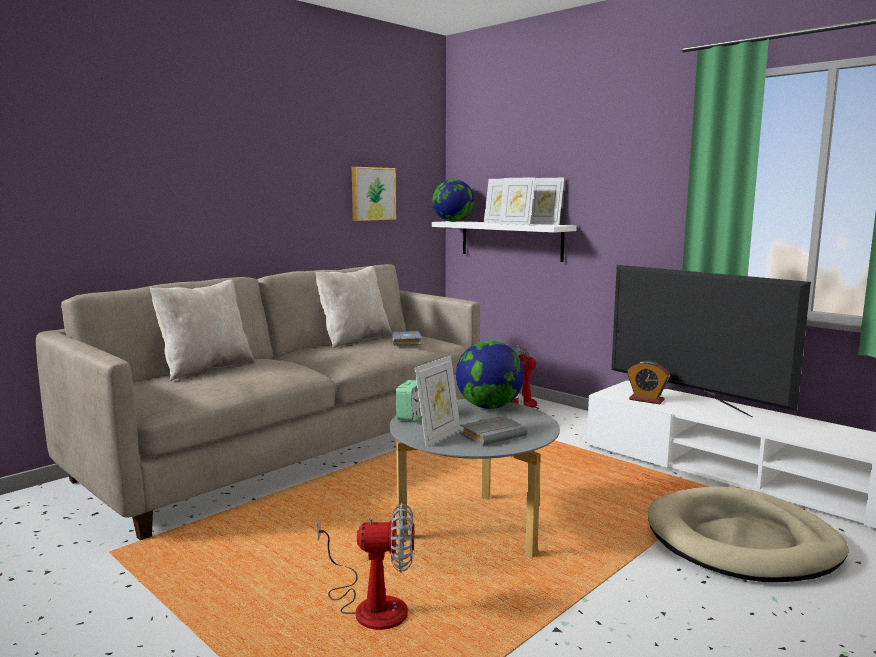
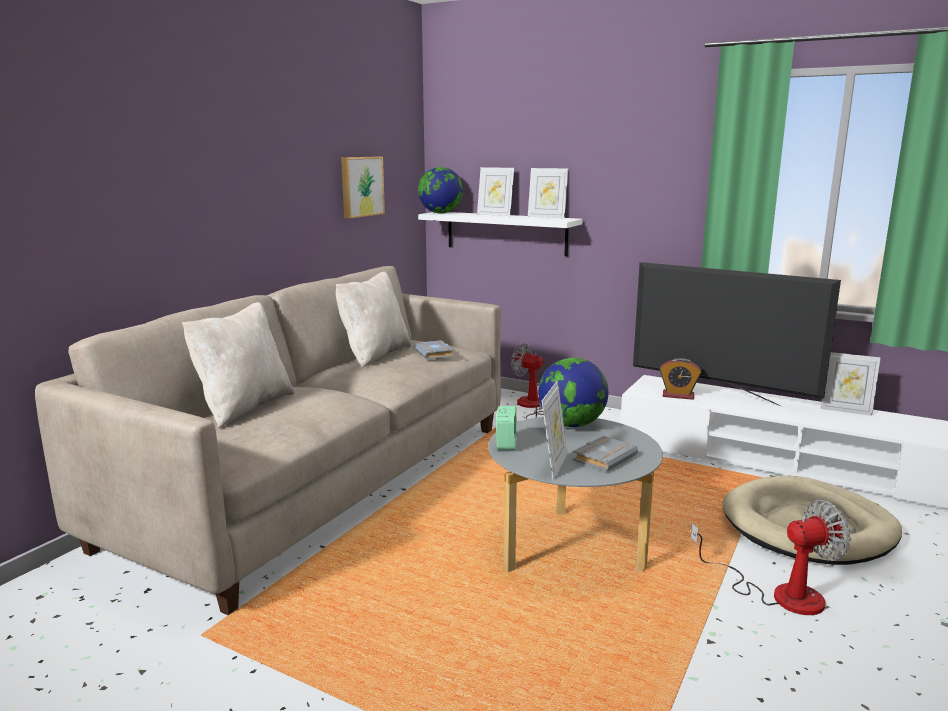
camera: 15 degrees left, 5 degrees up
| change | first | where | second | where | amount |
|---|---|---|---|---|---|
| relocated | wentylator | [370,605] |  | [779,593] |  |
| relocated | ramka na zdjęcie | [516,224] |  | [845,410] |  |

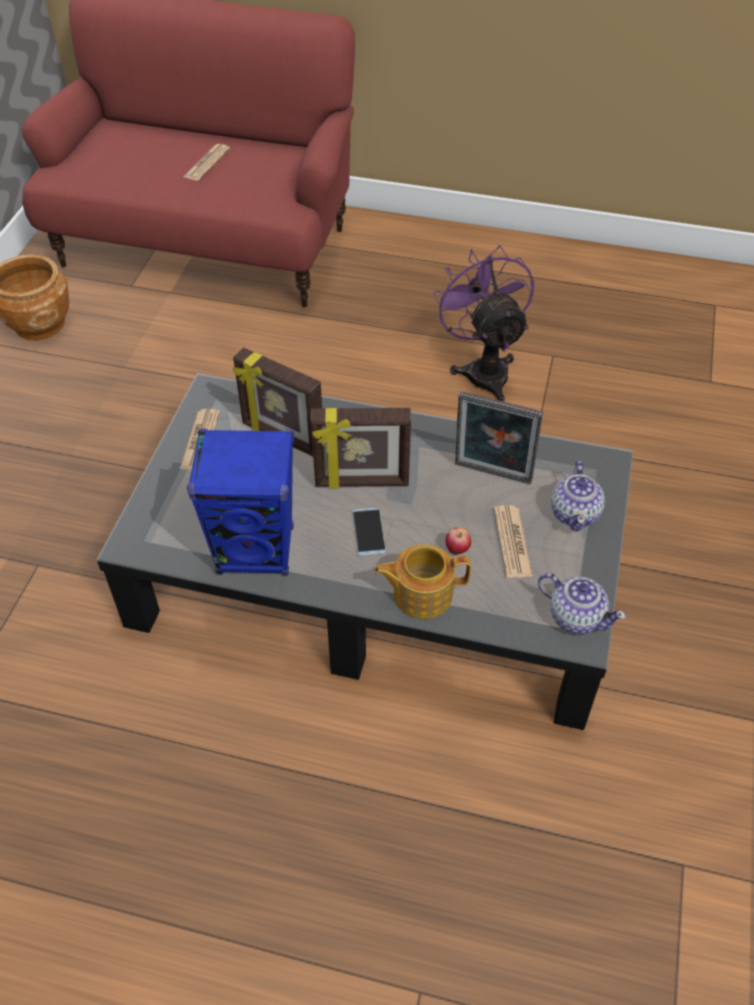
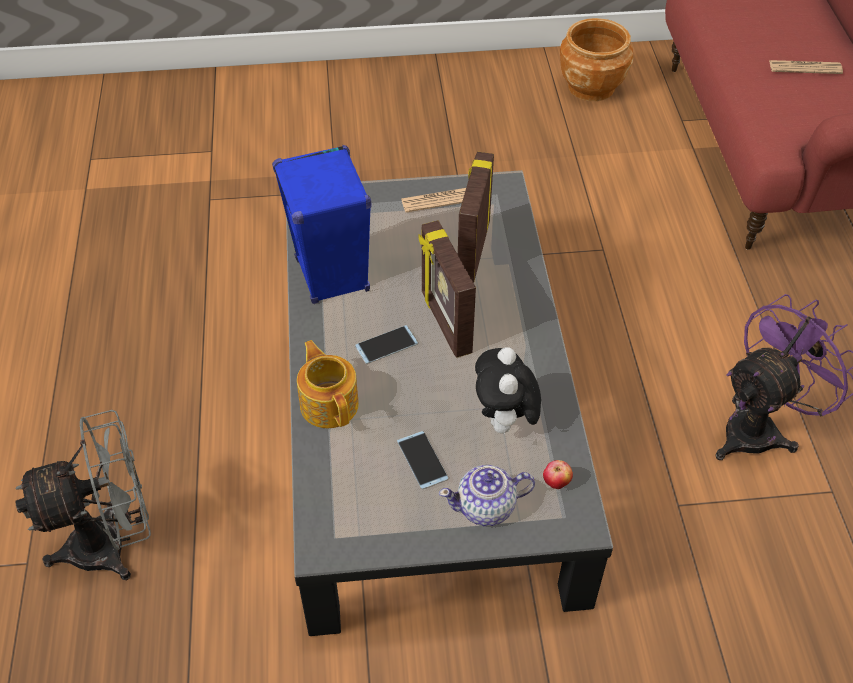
camera: 70 degrees right, 0 degrees up
| change | first | where | second | where | amount |
|---|---|---|---|---|---|
| relocated | jabłko | [457,550] |  | [556,483] |  |
| exchanged | ramka na zdjęcie | [491,475] | pluszak | [504,422] |  |
| exchanged | gazeta | [512,542] | telefon | [422,460] |  |
| missing | imbryk | [575,616] |  |  |  |
| appeared |  |  | wentylator (szary) | [113,544] |  |

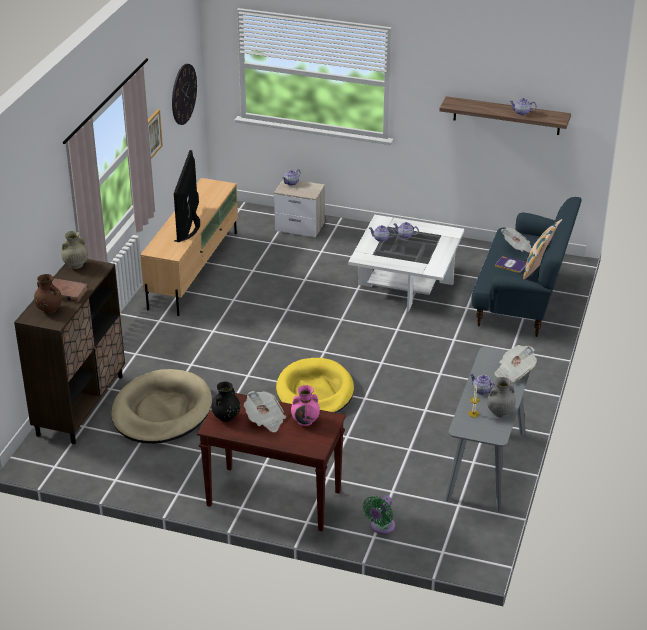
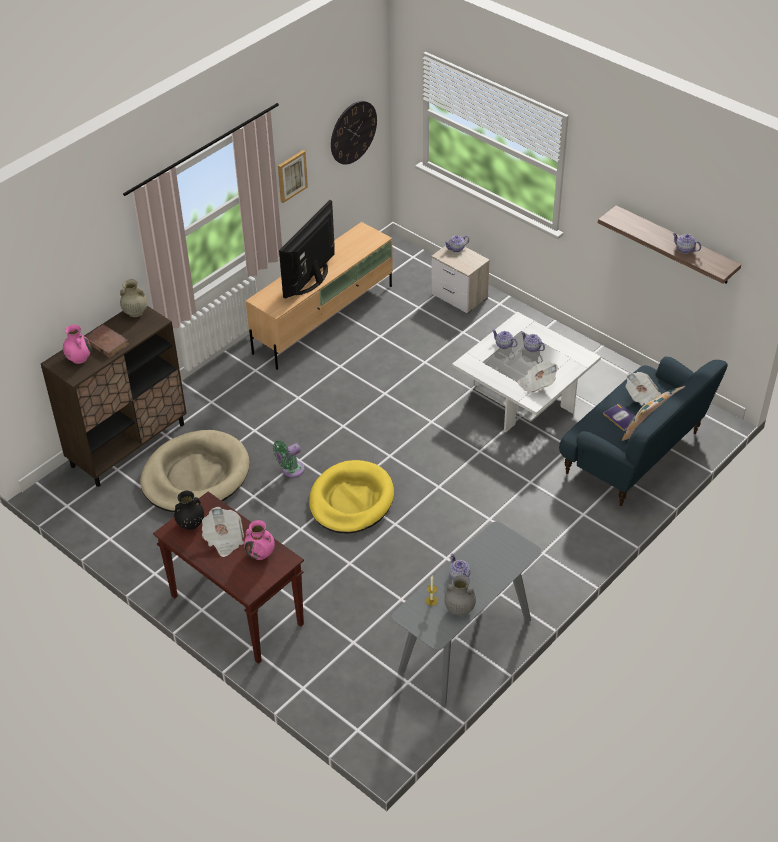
camera: 25 degrees right, 10 degrees up
| change | first | where | second | where | amount |
|---|---|---|---|---|---|
| colour | wazon (brązowy) | [49,309] | wazon (różowy) | [79,358] |  |
| relocated | wentylator (zielony) | [381,527] |  | [290,470] |  |
| relocated | gazeta | [514,372] |  | [537,384] |  |

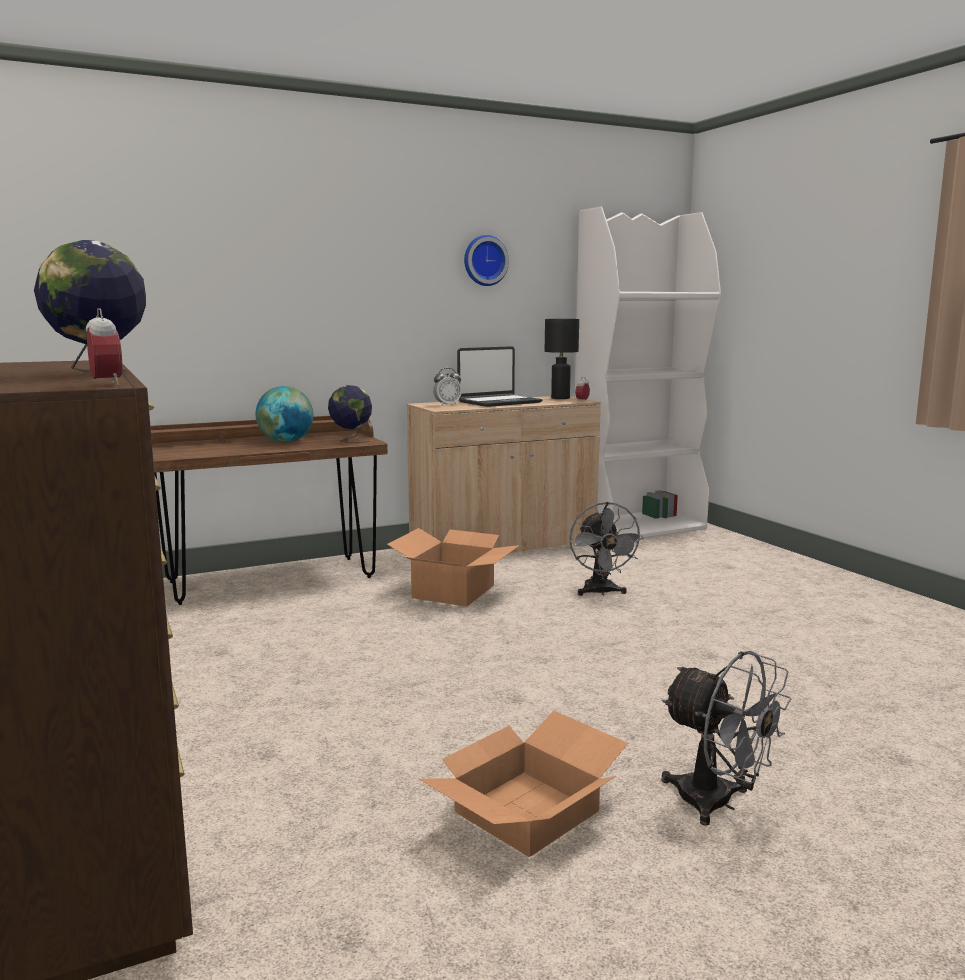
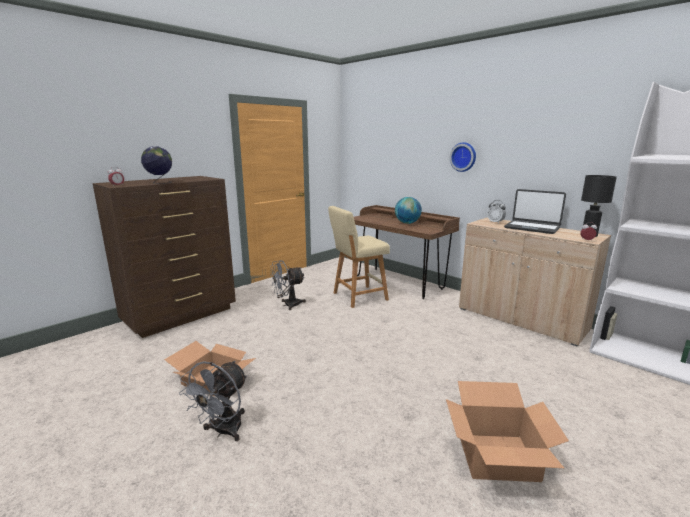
camera: 70 degrees right, 5 degrees up
| change | first | where | second | where | amount |
|---|---|---|---|---|---|
| missing | globus | [351,440] |  |  |  |
| relocated | karton | [454,592] |  | [498,457] |  |
| relocated | zegar ścienny | [484,260] |  | [463,157] |  |
| relocated | wentylator (szary) | [601,592] |  | [288,305] |  |
| appeared |  |  | stołek (beżowy) | [357,297] |  |

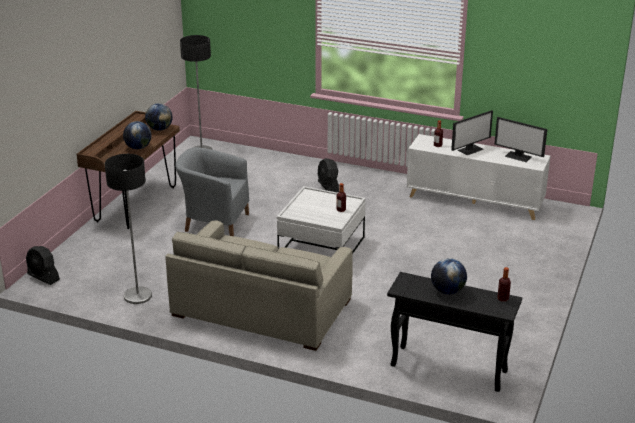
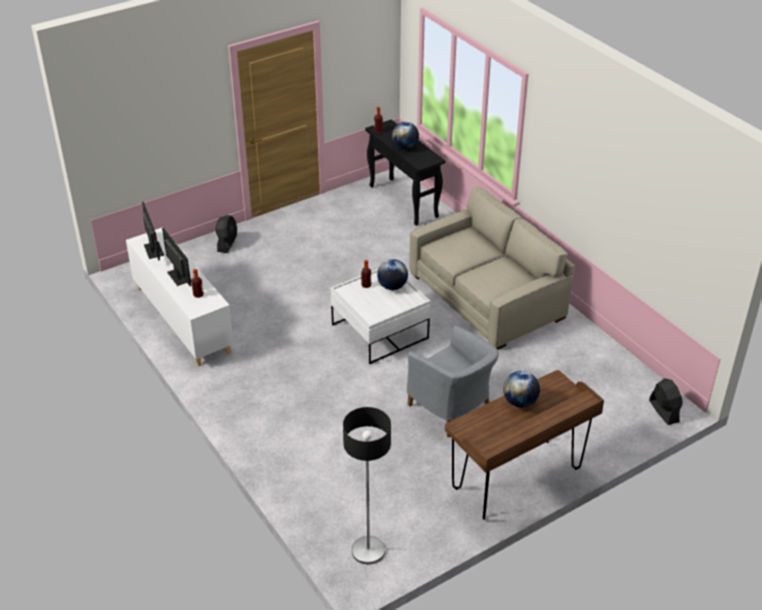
camera: 145 degrees left, 10 degrees up
| change | first | where | second | where | amount |
|---|---|---|---|---|---|
| missing | lampa stojąca | [138,296] |  |  |  |
| relocated | globus | [159,129] |  | [392,286] |  |
| relocated | wentylator (czarny) | [328,186] |  | [227,243] |  |
| spun | monitor | [470,149] |  | [178,276] | 60 degrees clockwise |

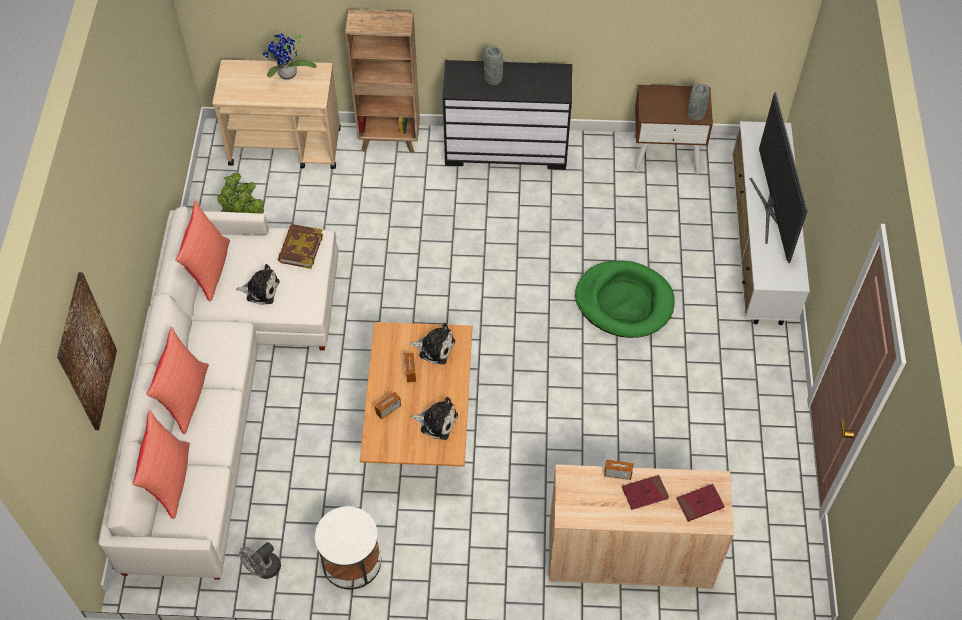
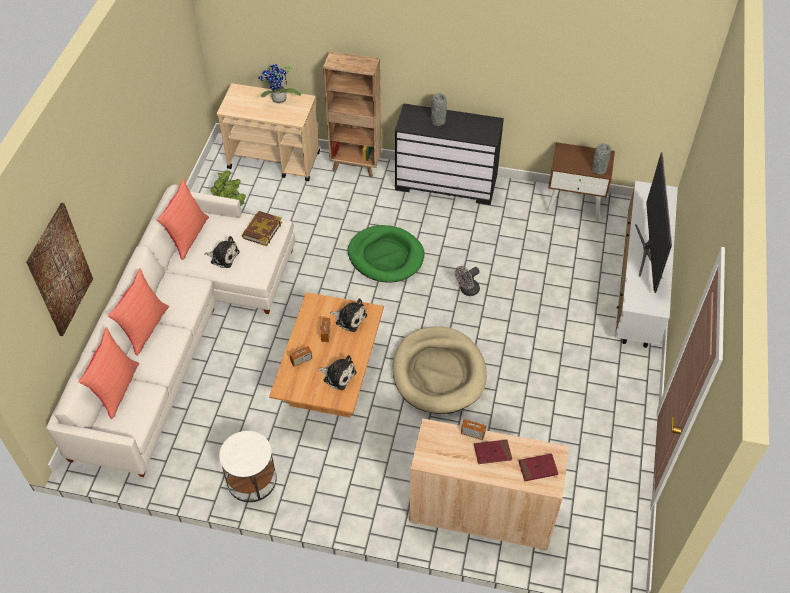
camera: 10 degrees right, 5 degrees down
| change | first | where | second | where | amount |
|---|---|---|---|---|---|
| relocated | wentylator (szary) | [263,569] |  | [467,290] |  |
| relocated | legowisko (zielony) | [624,301] |  | [386,256] |  |
| appeared |  |  | legowisko (beżowy) | [438,372] |  |

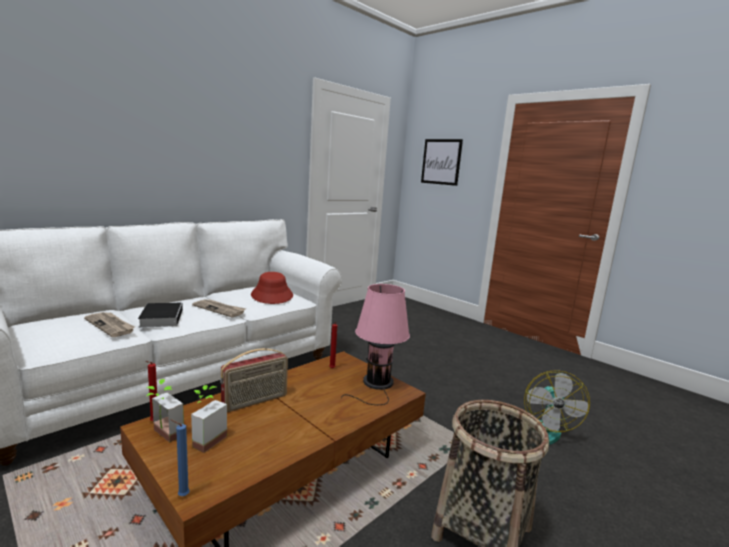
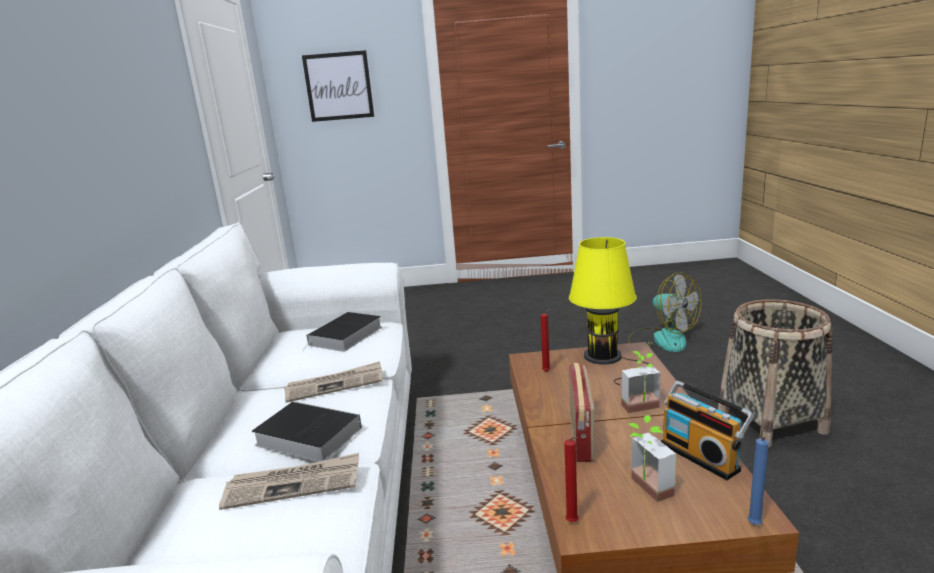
camera: 45 degrees left, 5 degrees up
| change | first | where | second | where | amount |
|---|---|---|---|---|---|
| relocated | roślina doniczkowa | [162,435] |  | [643,409] |  |
| exchanged | kapelusz (czerwony) | [272,295] | książka | [345,337] |  |
| colour | lampa stołowa (różowy) | [377,384] | lampa stołowa (żółty) | [606,358] |  |
| appeared |  |  | radio | [702,456] |  |

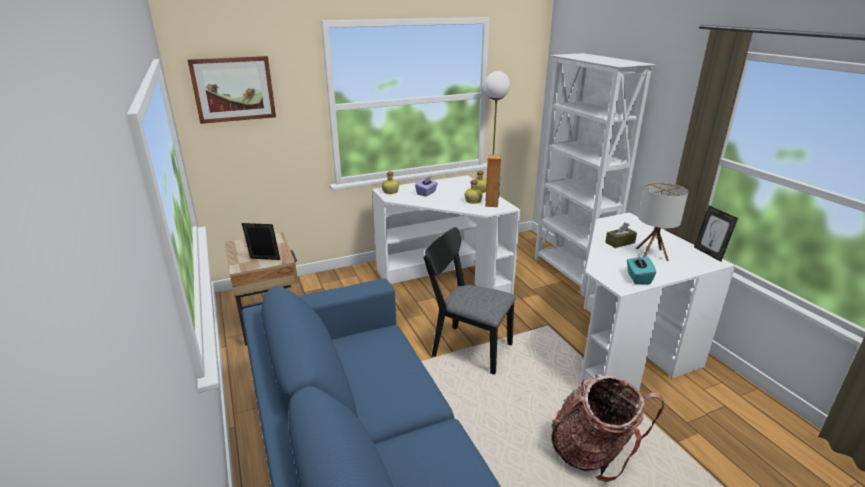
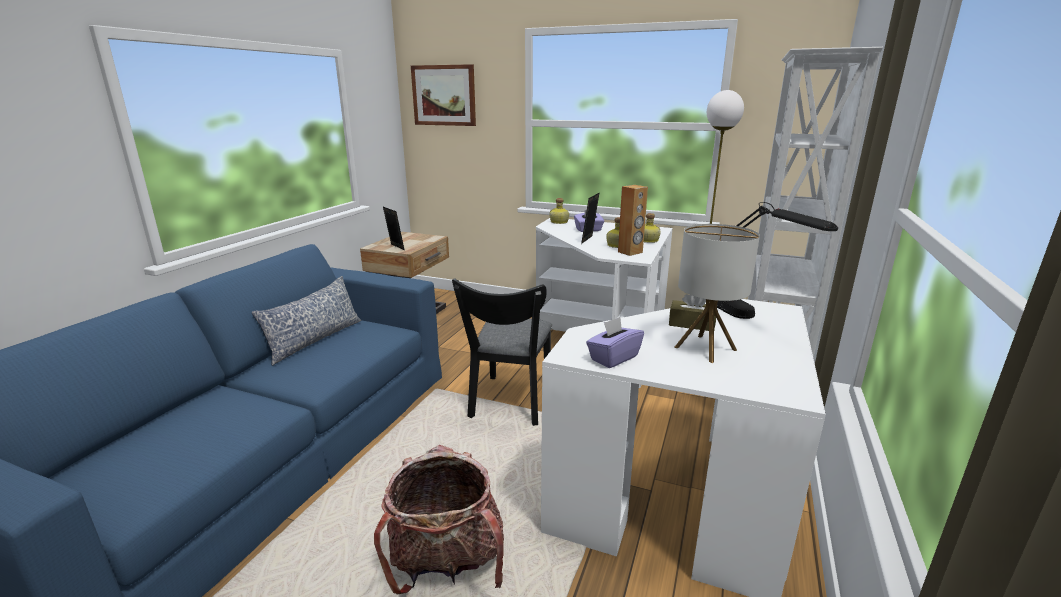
camera: 45 degrees right, 5 degrees down
| change | first | where | second | where | amount |
|---|---|---|---|---|---|
| spun | krzesło (czarny) | [466,347] |  | [509,404] | 150 degrees counterclockwise |
| colour | pudełko chusteczek (turkusowy) | [638,278] | pudełko chusteczek (fioletowy) | [613,358] |  |
| relocated | ramka na zdjęcie | [709,253] |  | [589,240] |  |
| appeared |  |  | poduszka | [315,339] |  |
| appeared |  |  | lampa stołowa (czarny) | [754,321] |  |

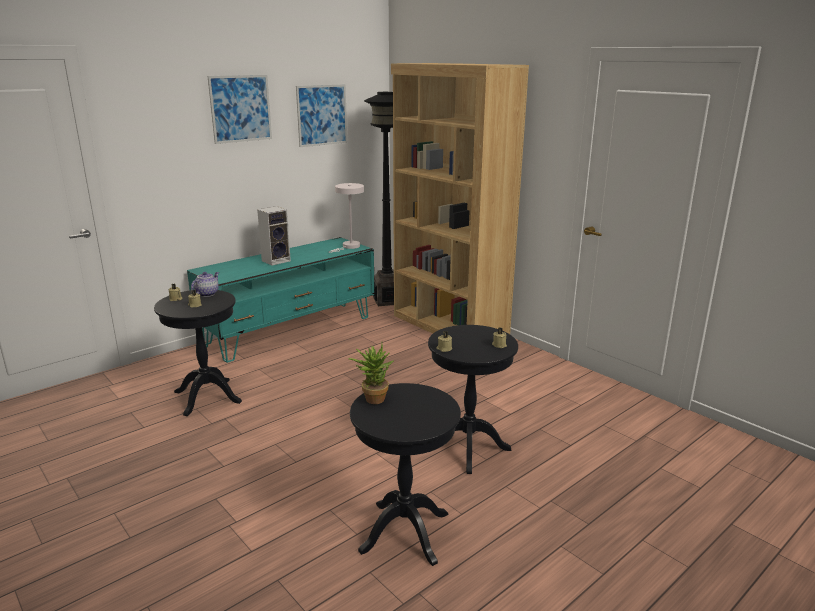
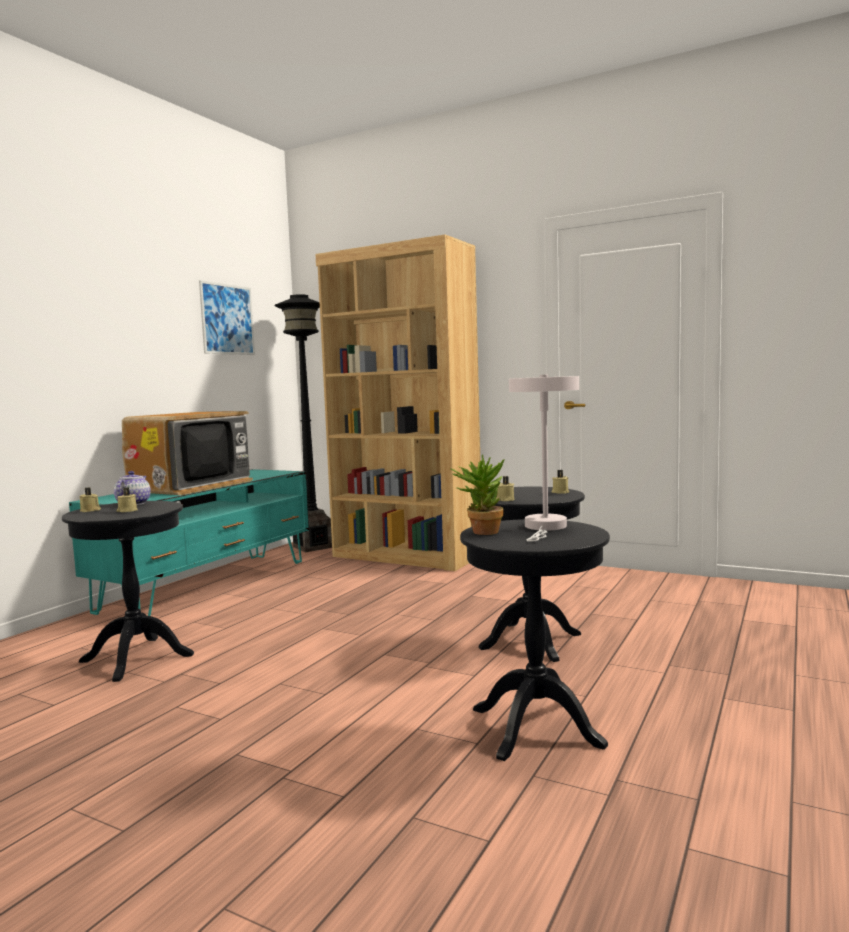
camera: 20 degrees left, 15 degrees down
| change | first | where | second | where | amount |
|---|---|---|---|---|---|
| missing | obraz | [240,108] |  |  |  |
| exchanged | głośnik | [276,260] | telewizor | [191,486] |  |
| relocated | lampa stołowa (biały) | [349,247] |  | [545,527] |  |

